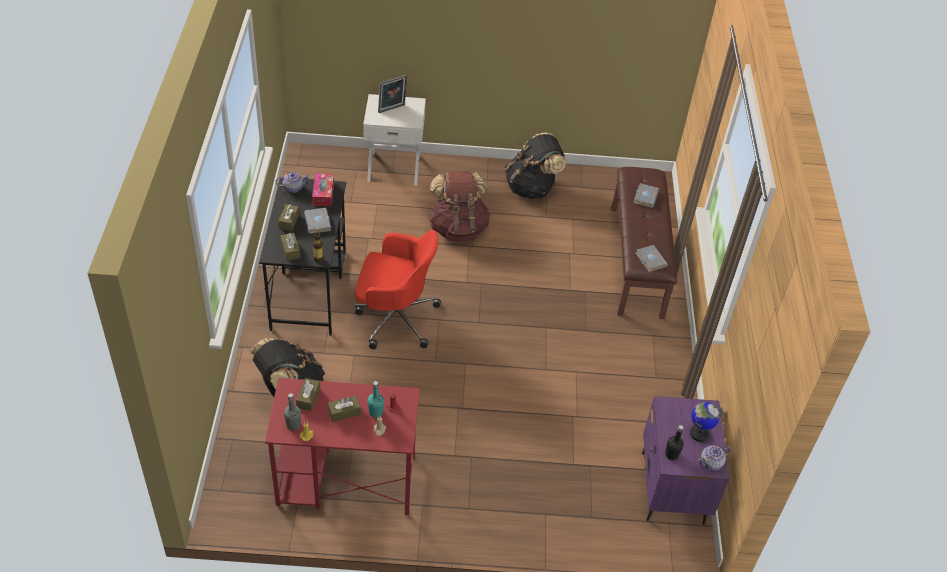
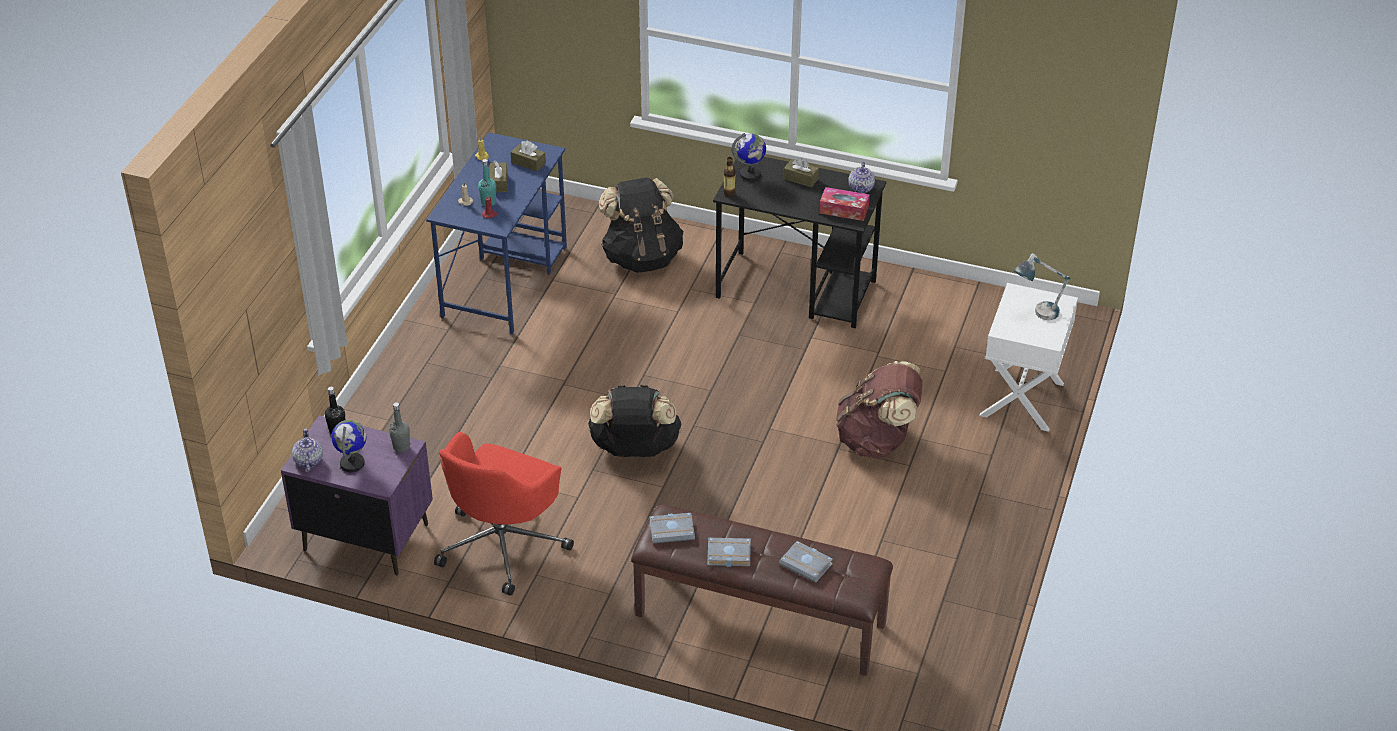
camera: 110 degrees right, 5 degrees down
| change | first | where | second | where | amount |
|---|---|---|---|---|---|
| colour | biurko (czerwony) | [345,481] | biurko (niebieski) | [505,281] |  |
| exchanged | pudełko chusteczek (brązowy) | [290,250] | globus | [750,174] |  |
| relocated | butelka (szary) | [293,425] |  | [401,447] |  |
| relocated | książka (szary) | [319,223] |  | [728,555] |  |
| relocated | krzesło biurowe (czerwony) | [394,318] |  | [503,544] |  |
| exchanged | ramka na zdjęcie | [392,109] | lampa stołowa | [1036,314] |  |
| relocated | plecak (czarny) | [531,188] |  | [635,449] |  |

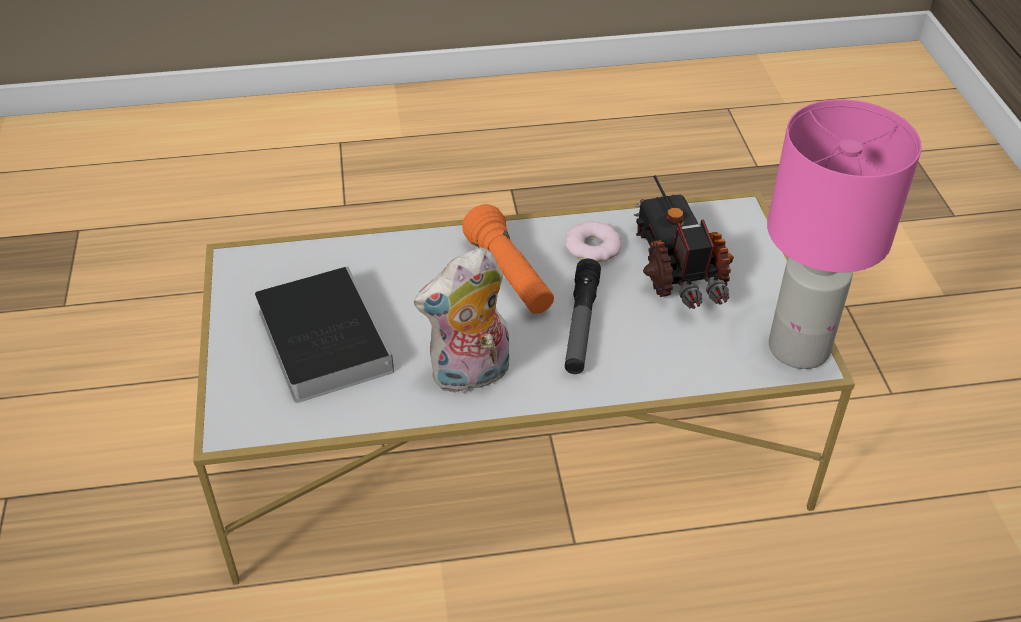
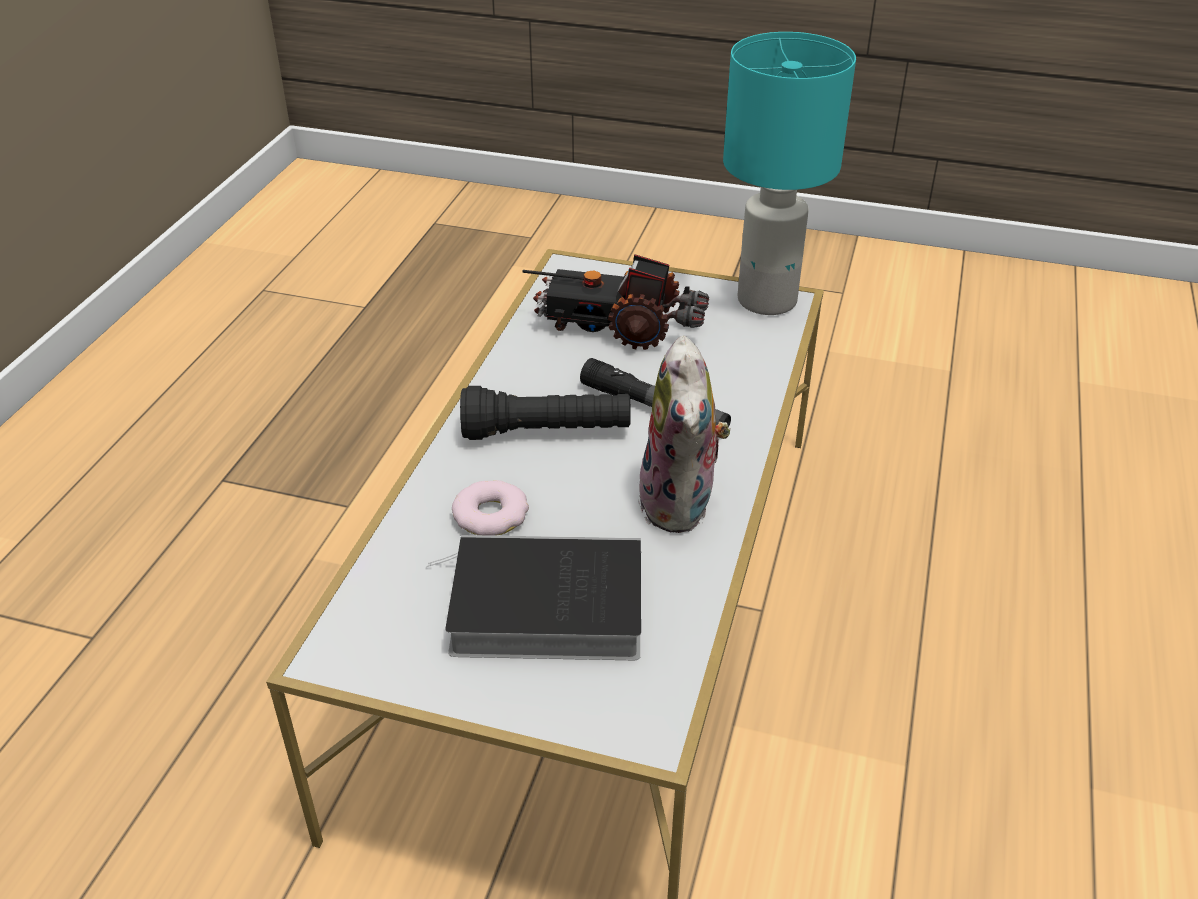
camera: 65 degrees left, 5 degrees down
| change | first | where | second | where | amount |
|---|---|---|---|---|---|
| colour | latarka (pomarańczowy) | [509,276] | latarka (czarny) | [547,432] |  |
| relocated | donut | [593,247] |  | [491,515] |  |
| colour | lampa stołowa (różowy) | [800,348] | lampa stołowa (turkusowy) | [768,300] |  |

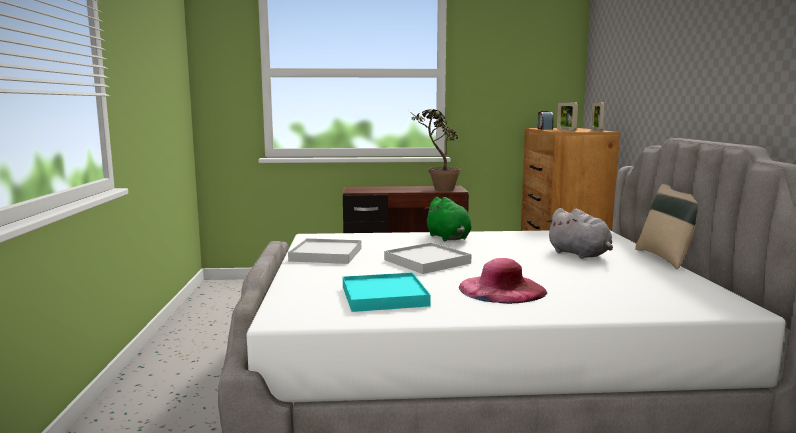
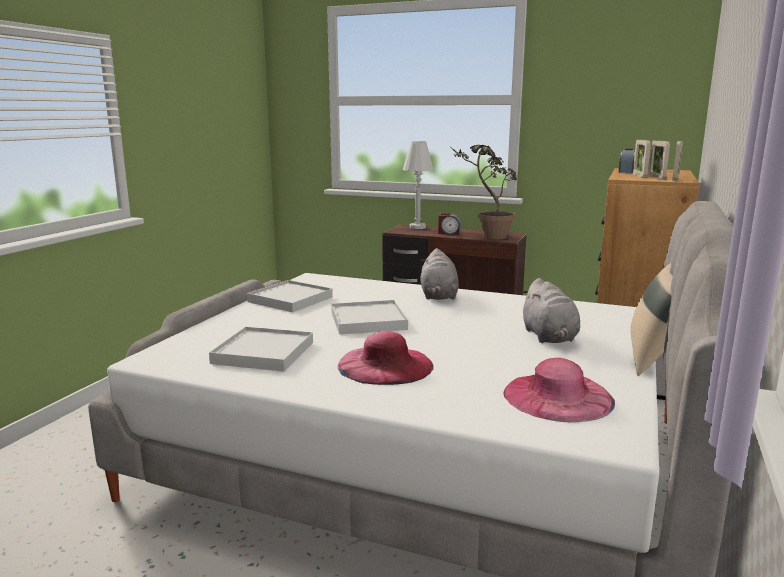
camera: 25 degrees right, 5 degrees up
| change | first | where | second | where | amount |
|---|---|---|---|---|---|
| colour | taca (turkusowy) | [384,296] | taca (biały) | [263,353] |  |
| colour | pluszak (zielony) | [449,238] | pluszak (szary) | [438,296] |  |
| appeared |  |  | lampa stołowa (biały) | [417,227] |  |
| appeared |  |  | budzik | [449,233] |  |
| appeared |  |  | kapelusz (różowy) | [557,396] |  |
| appeared |  |  | ramka na zdjęcie | [656,178] |  |

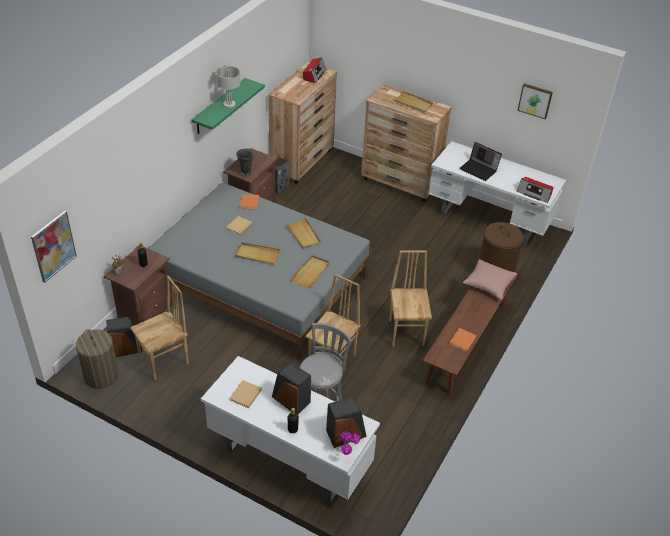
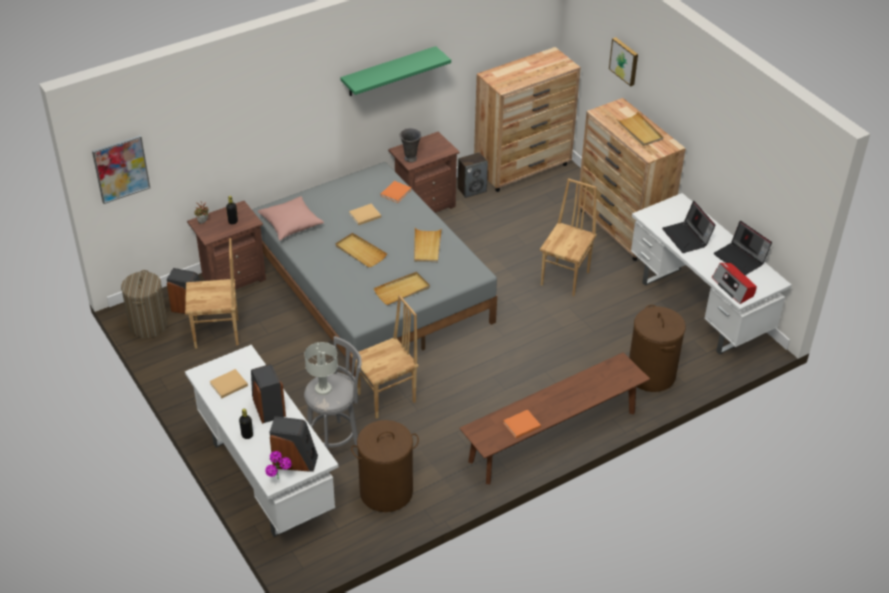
camera: 30 degrees right, 0 degrees up
| change | first | where | second | where | amount |
|---|---|---|---|---|---|
| relocated | lampa stołowa (szary) | [229,104] |  | [323,389] |  |
| missing | radio | [314,75] |  |  |  |
| relocated | krzesło (brązowy) | [407,332] |  | [566,278] |  |
| relocated | poduszka (różowy) | [488,284] |  | [291,224] |  |
| relocated | obraz | [535,100] |  | [625,61] |  |
| appeared |  |  | kosz na pranie (brązowy) | [386,492] |  |
| appeared |  |  | laptop | [741,259] |  |

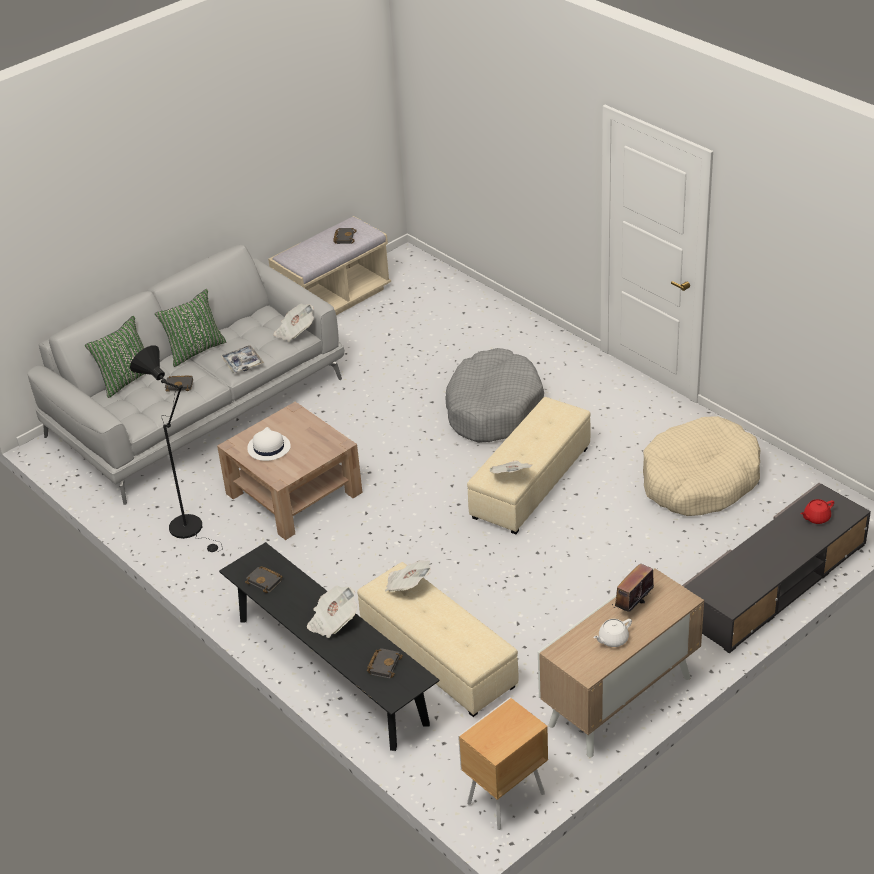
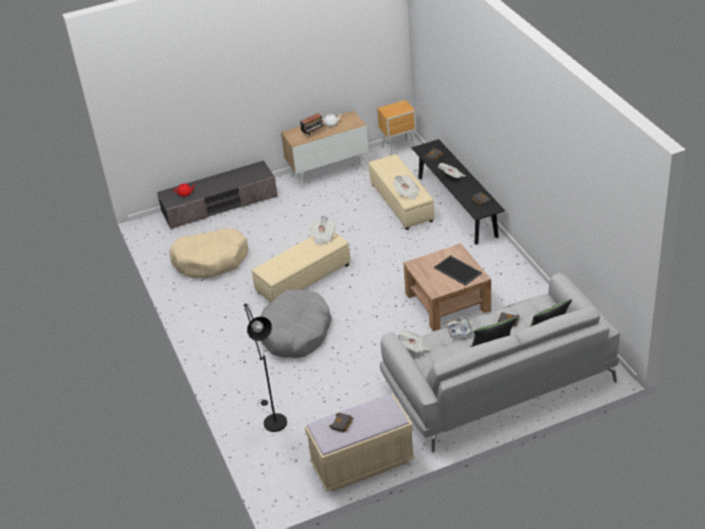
camera: 160 degrees left, 0 degrees up
| change | first | where | second | where | amount |
|---|---|---|---|---|---|
| relocated | lampa stojąca (czarny) | [191,529] |  | [272,420] |  |
| exchanged | kapelusz (biały) | [268,448] | taca | [458,270] |  |

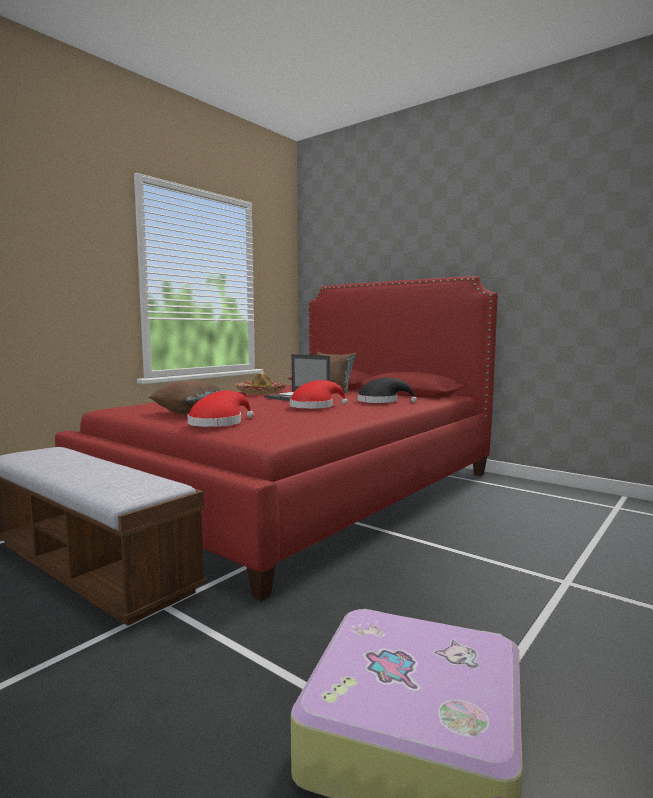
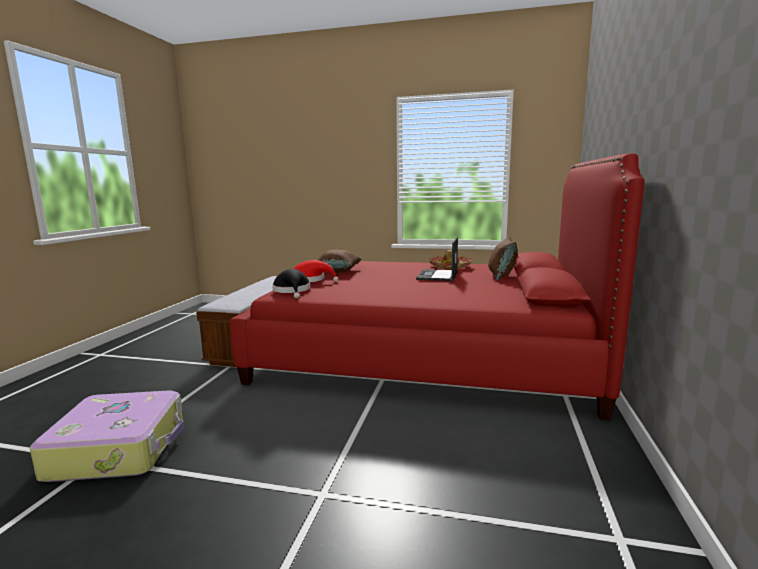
camera: 65 degrees right, 5 degrees up
| change | first | where | second | where | amount |
|---|---|---|---|---|---|
| missing | kapelusz (czerwony) | [315,406] |  |  |  |
| relocated | kapelusz (czarny) | [381,402] |  | [292,291] |  |

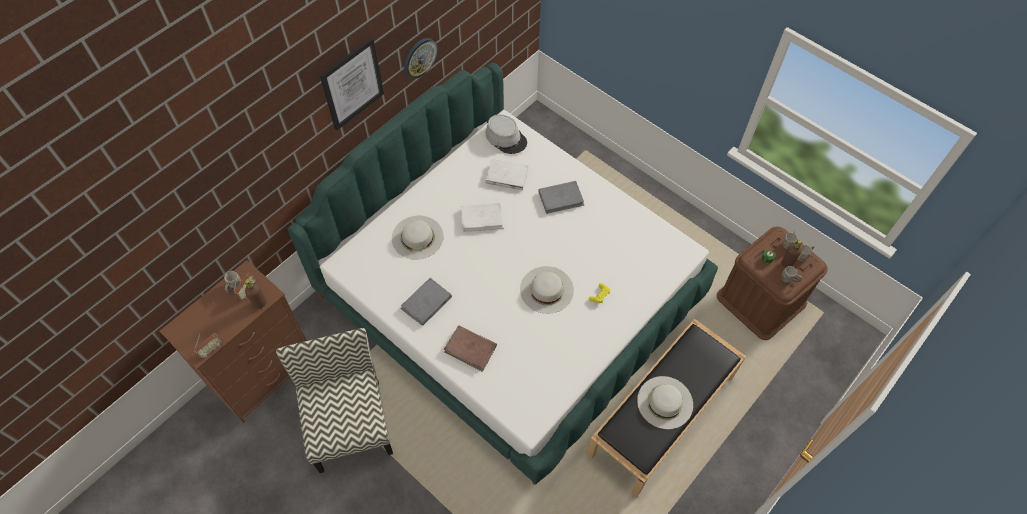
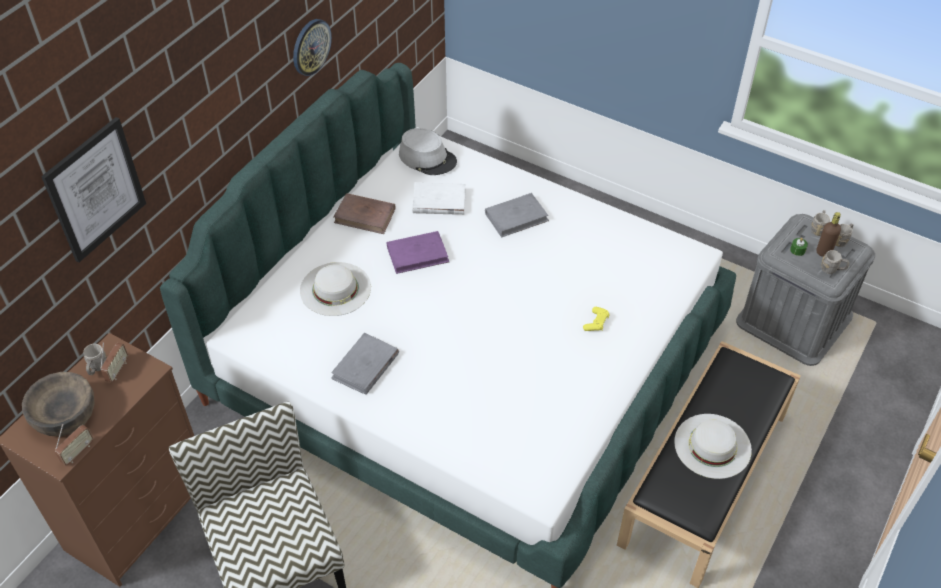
camera: 10 degrees left, 10 degrees down
| change | first | where | second | where | amount |
|---|---|---|---|---|---|
| missing | butelka (brązowy) | [260,303] |  |  |  |
| relocated | obraz | [352,84] |  | [95,190] |  |
| relocated | książka (brązowy) | [470,349] |  | [365,216] |  |
| colour | książka (biały) | [482,218] | książka (fioletowy) | [418,254] |  |
| missing | kapelusz (biały) | [546,289] |  |  |  |
| colour | pojemnik do przechowywania (brązowy) | [761,299] | pojemnik do przechowywania (szary) | [794,319] |  |
| appeared |  |  | miska (brązowy) | [65,415] |  |

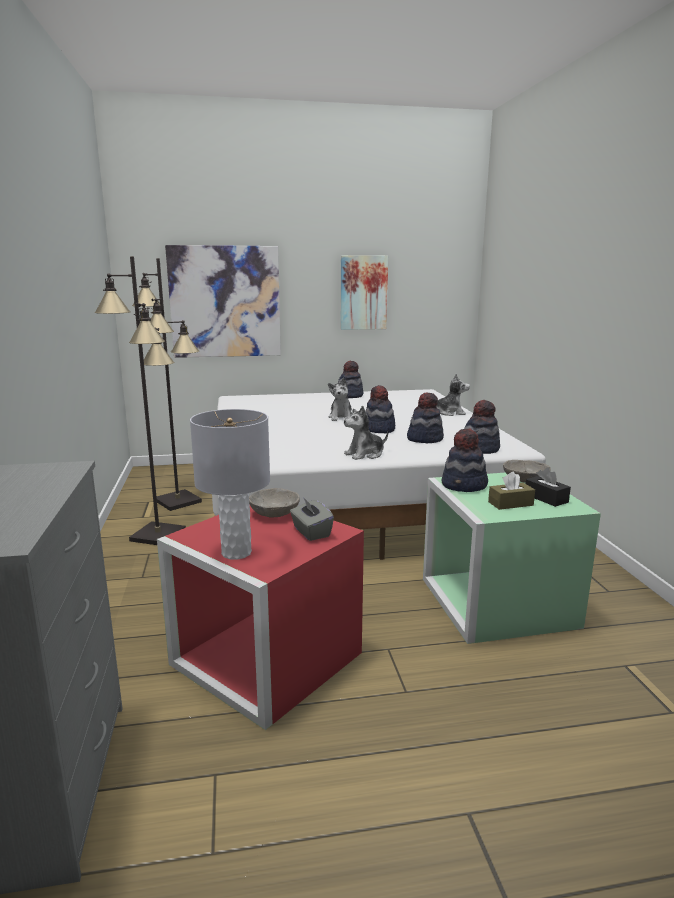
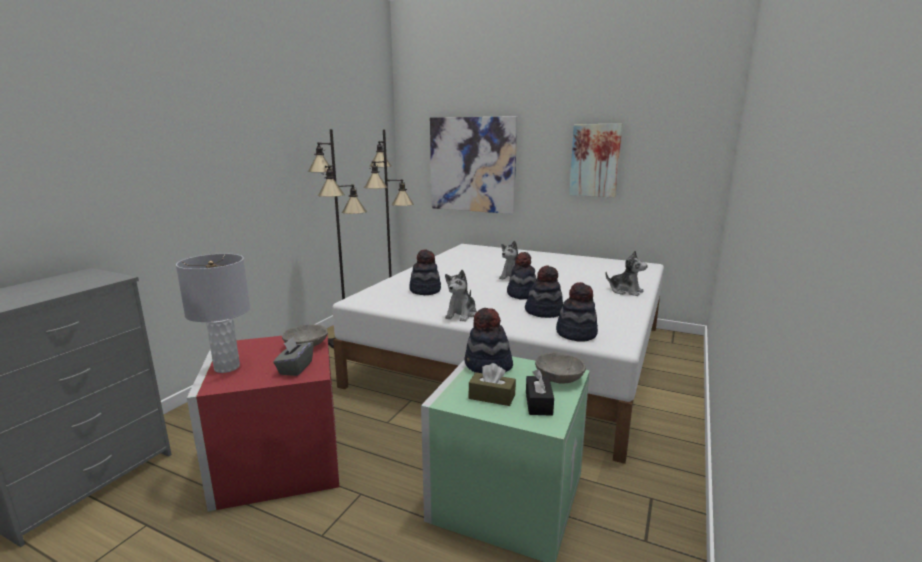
camera: 35 degrees right, 0 degrees up
| change | first | where | second | where | amount |
|---|---|---|---|---|---|
| relocated | kapelusz | [349,395] |  | [425,290] |  |
| spun | pluszak | [365,454] |  | [461,314] | 75 degrees counterclockwise |

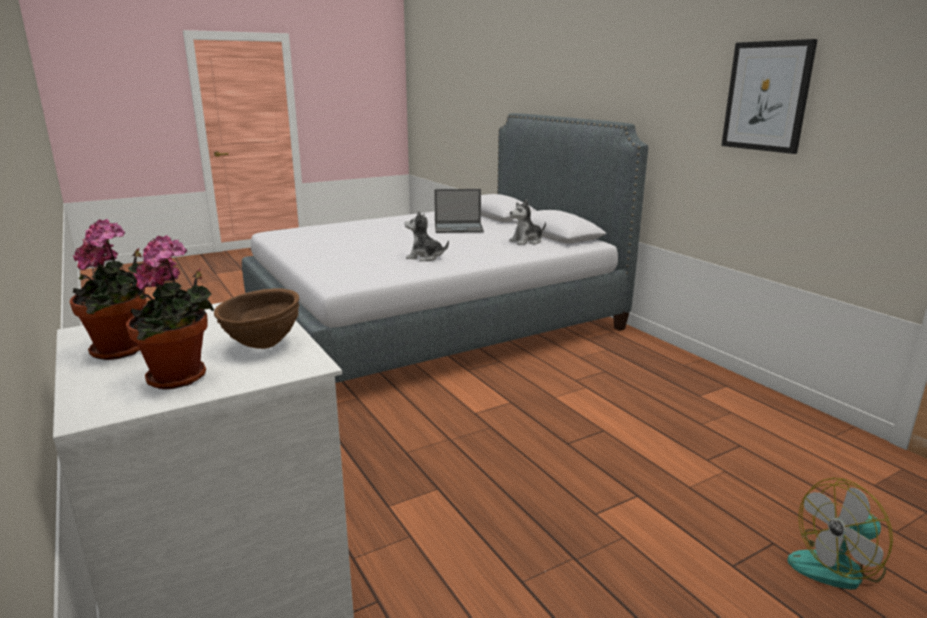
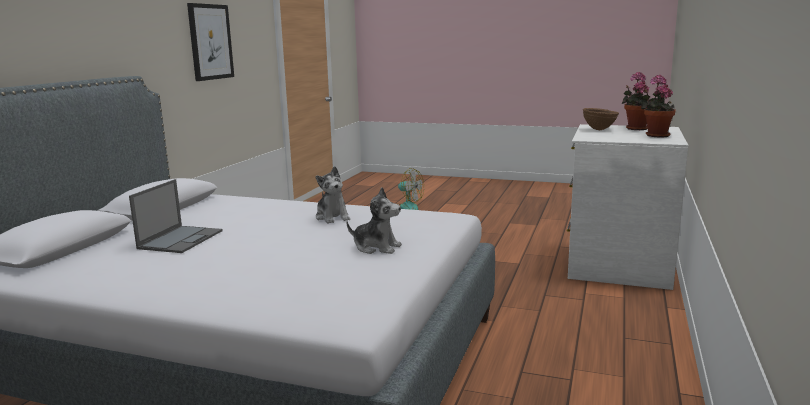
camera: 130 degrees left, 5 degrees down
| change | first | where | second | where | amount |
|---|---|---|---|---|---|
| spun | laptop | [459,228] |  | [181,239] | 60 degrees clockwise |
| relocated | pluszak | [527,241] |  | [376,247] |  |

